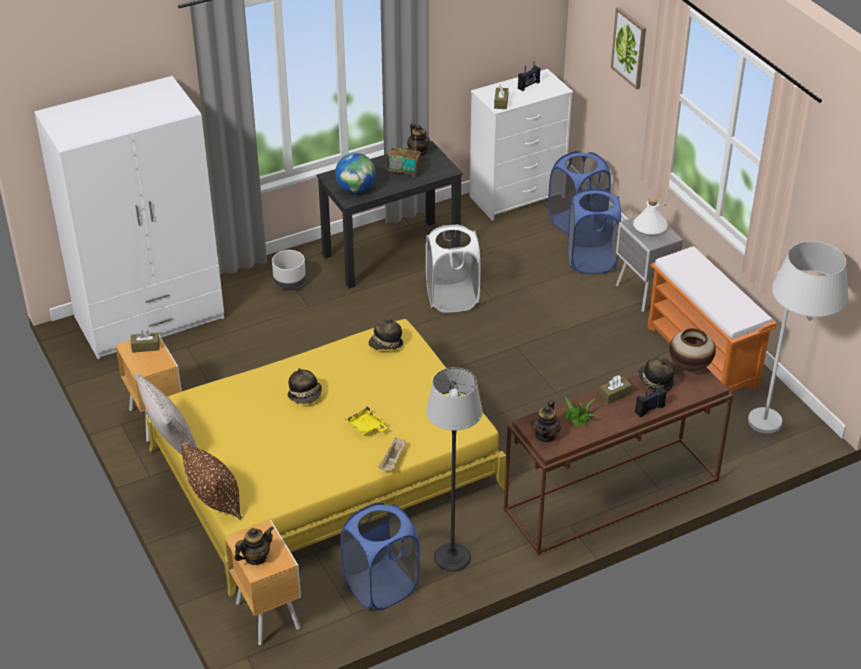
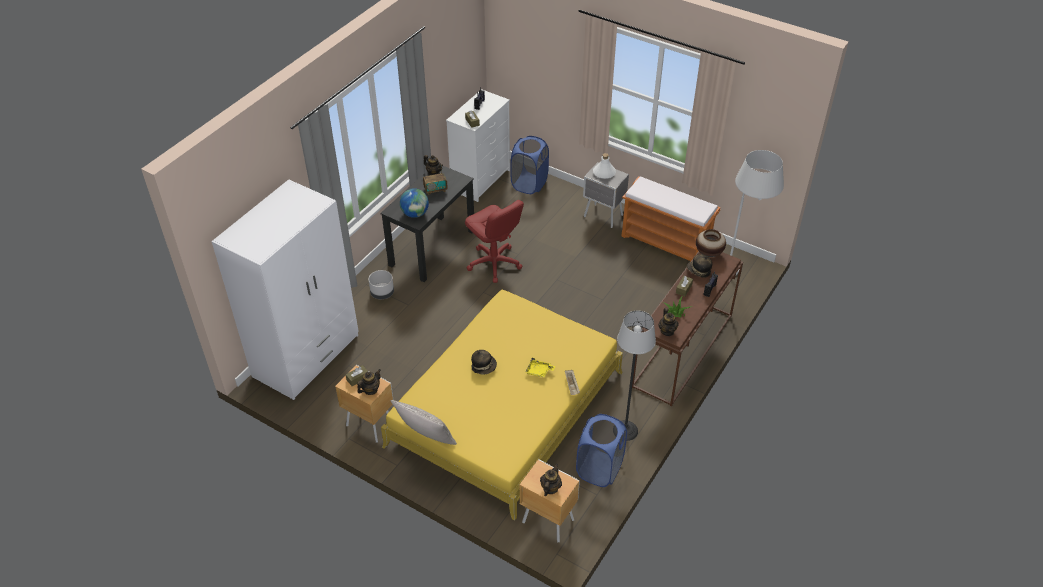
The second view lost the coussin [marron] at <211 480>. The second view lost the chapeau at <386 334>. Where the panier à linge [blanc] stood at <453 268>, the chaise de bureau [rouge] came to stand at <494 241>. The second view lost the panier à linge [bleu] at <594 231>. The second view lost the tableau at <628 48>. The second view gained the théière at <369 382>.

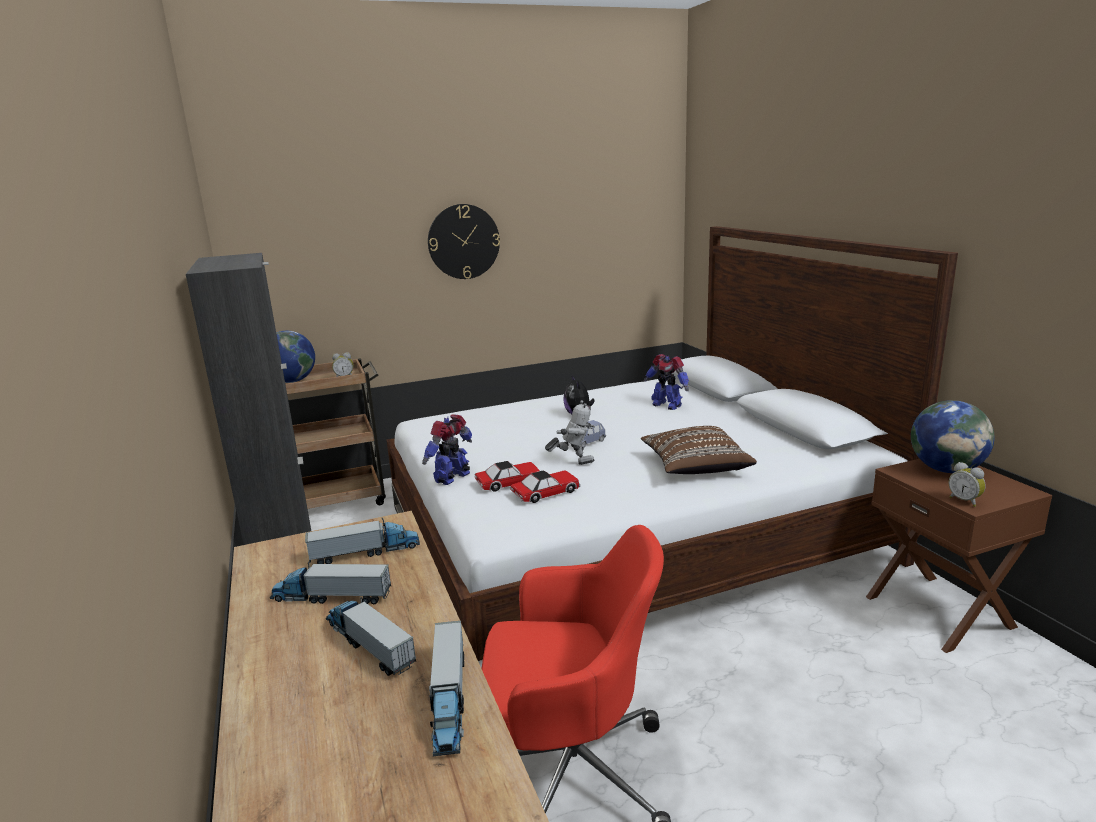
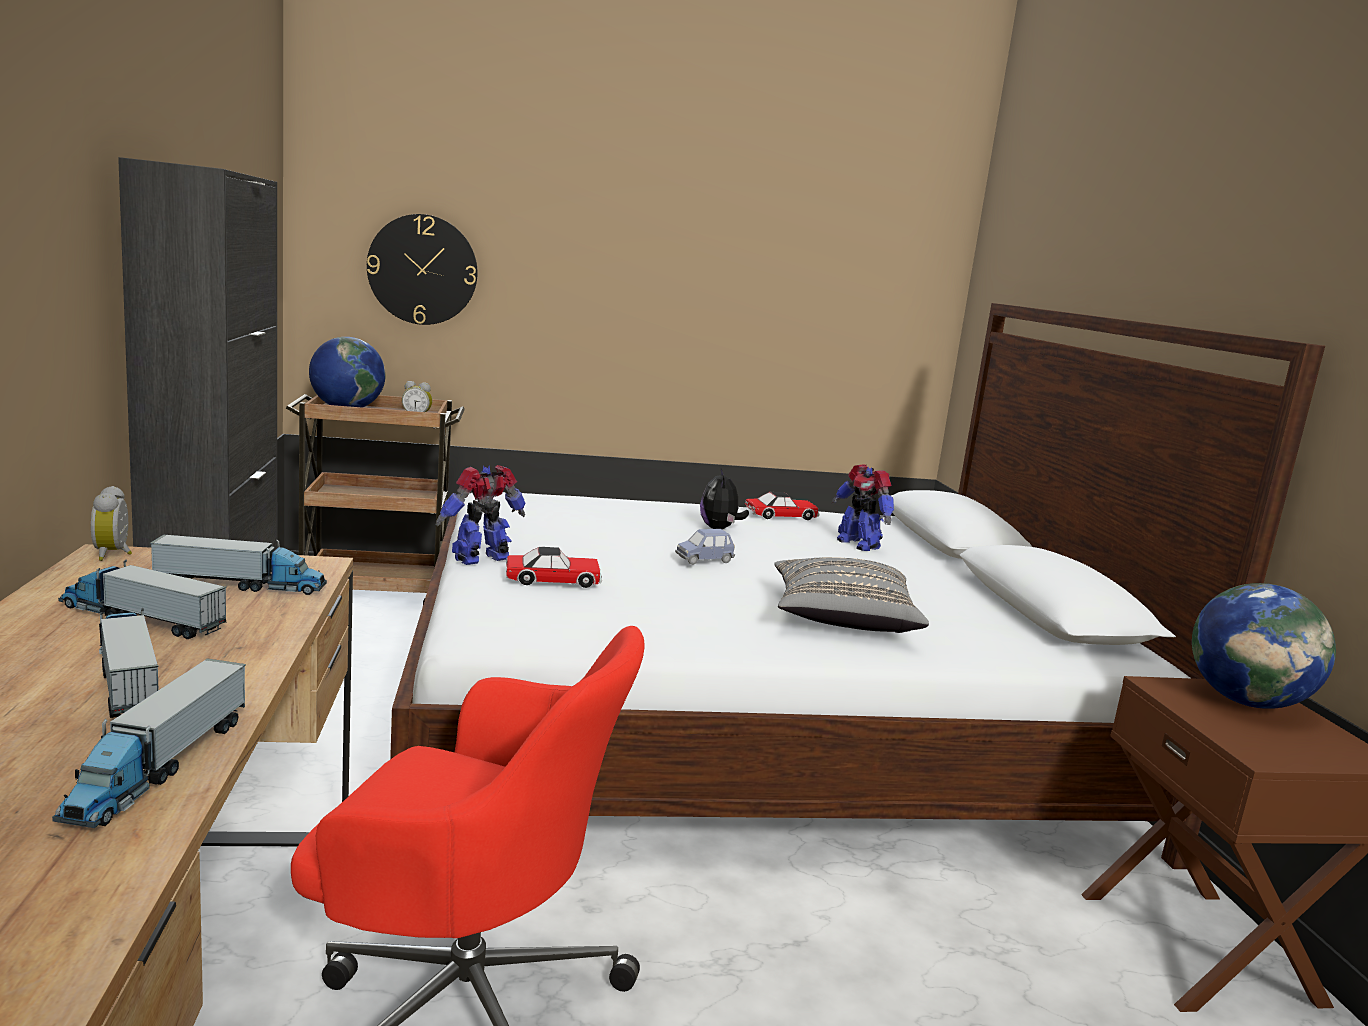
The horloge murale ended up elsewhere, having gone from <464 241> to <422 269>. The petite voiture ended up elsewhere, having gone from <545 486> to <782 506>. The second view lost the robot jouet at <570 432>. What was the coussin [marron] at <699 450> turned into the coussin [gris] at <851 595>. The réveil ended up elsewhere, having gone from <967 484> to <111 523>.

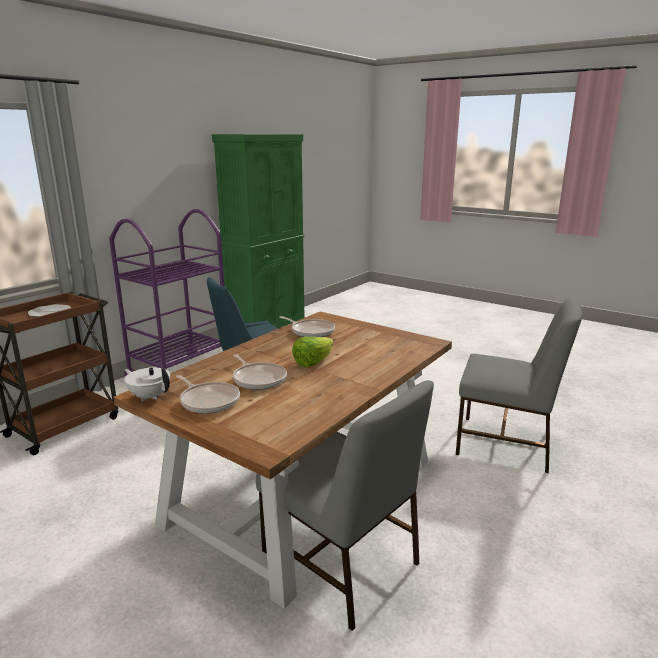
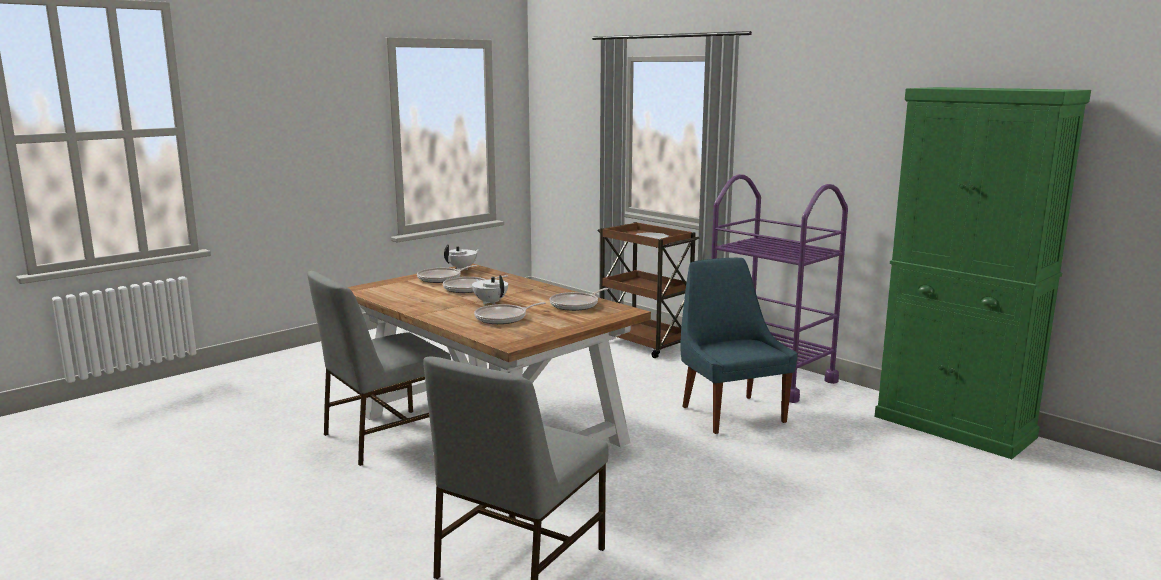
Where the laitue stood at <313 352>, the théière [blanc] came to stand at <490 289>. The second view gained the poêle at <510 313>.

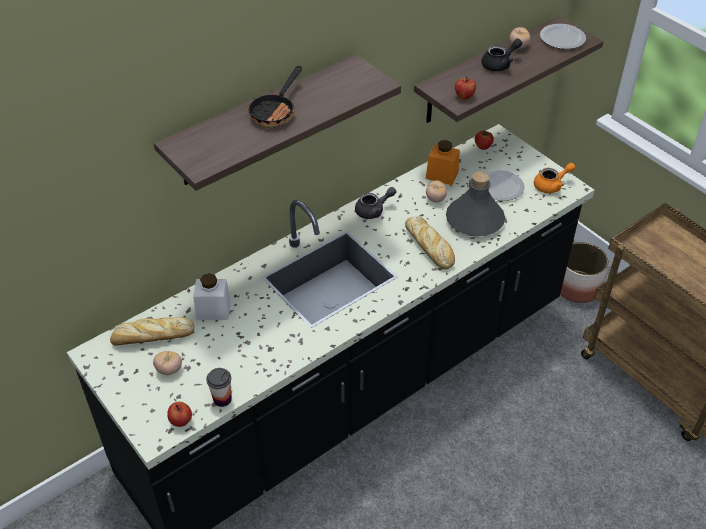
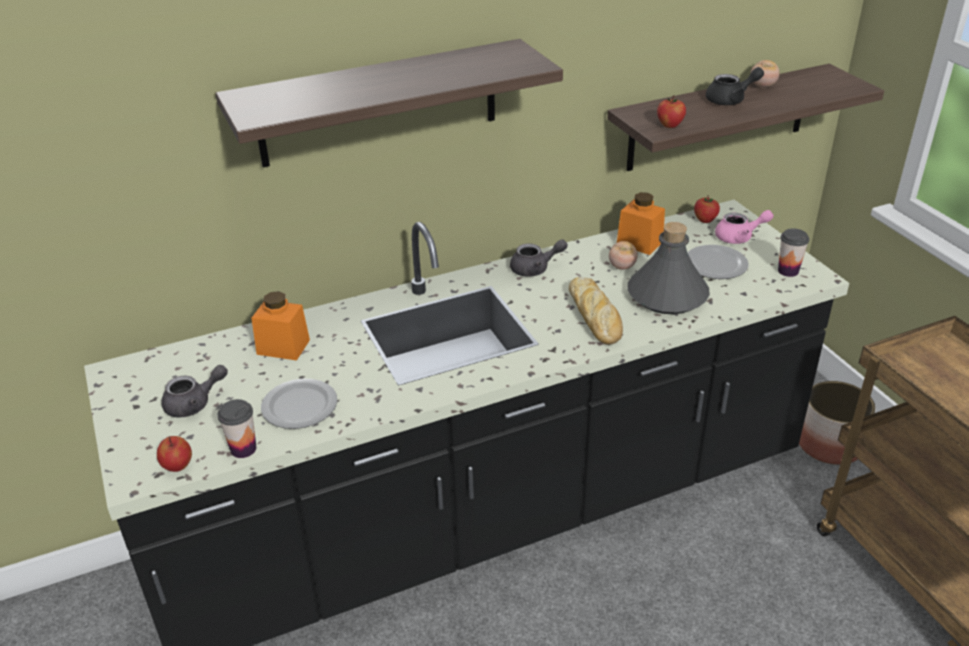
The second view lost the pain at <152 331>. Where the tomate stood at <167 363>, the théière [gris] came to stand at <194 391>. What was the bocal [blanc] at <212 296> turned into the bocal [orange] at <281 325>. The second view lost the poêle at <275 97>. Where the théière [orange] stood at <554 178>, the tasse came to stand at <793 253>. The assiette ended up elsewhere, having gone from <563 36> to <299 404>. The second view gained the théière [rose] at <744 227>.

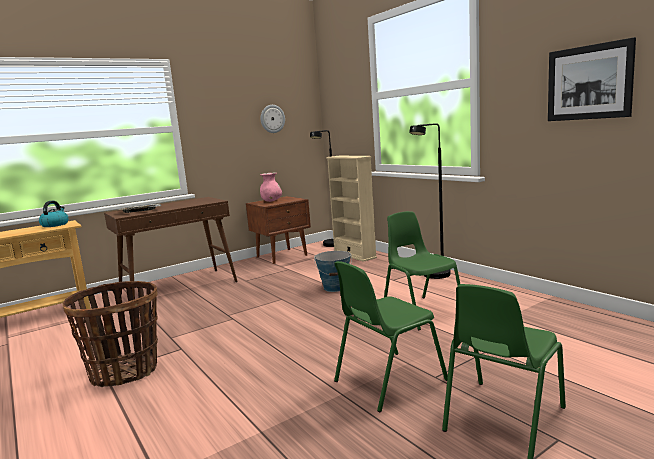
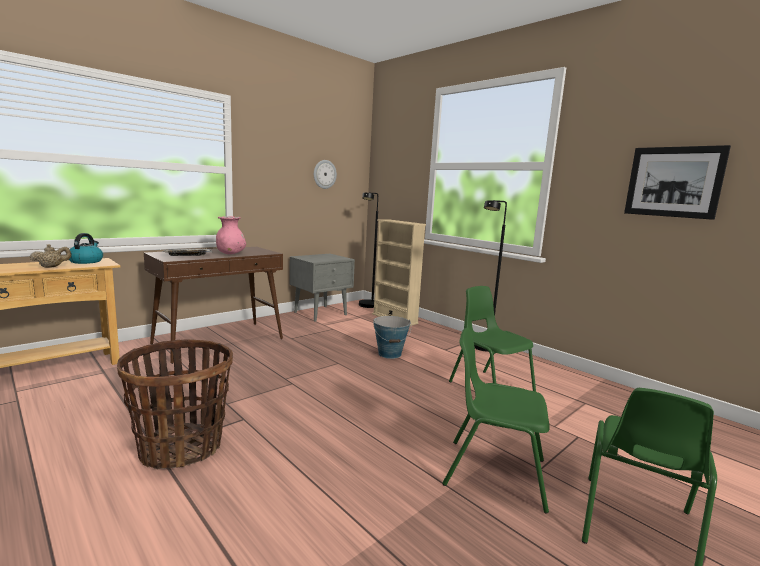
What was the table de chevet [marron] at <278 230> turned into the table de chevet [gris] at <322 287>. The vase [rose] ended up elsewhere, having gone from <271 187> to <231 235>. The chaise [vert] at <391 336> ended up facing another way, 60 degrees clockwise from before. The second view gained the théière [beige] at <50 256>.

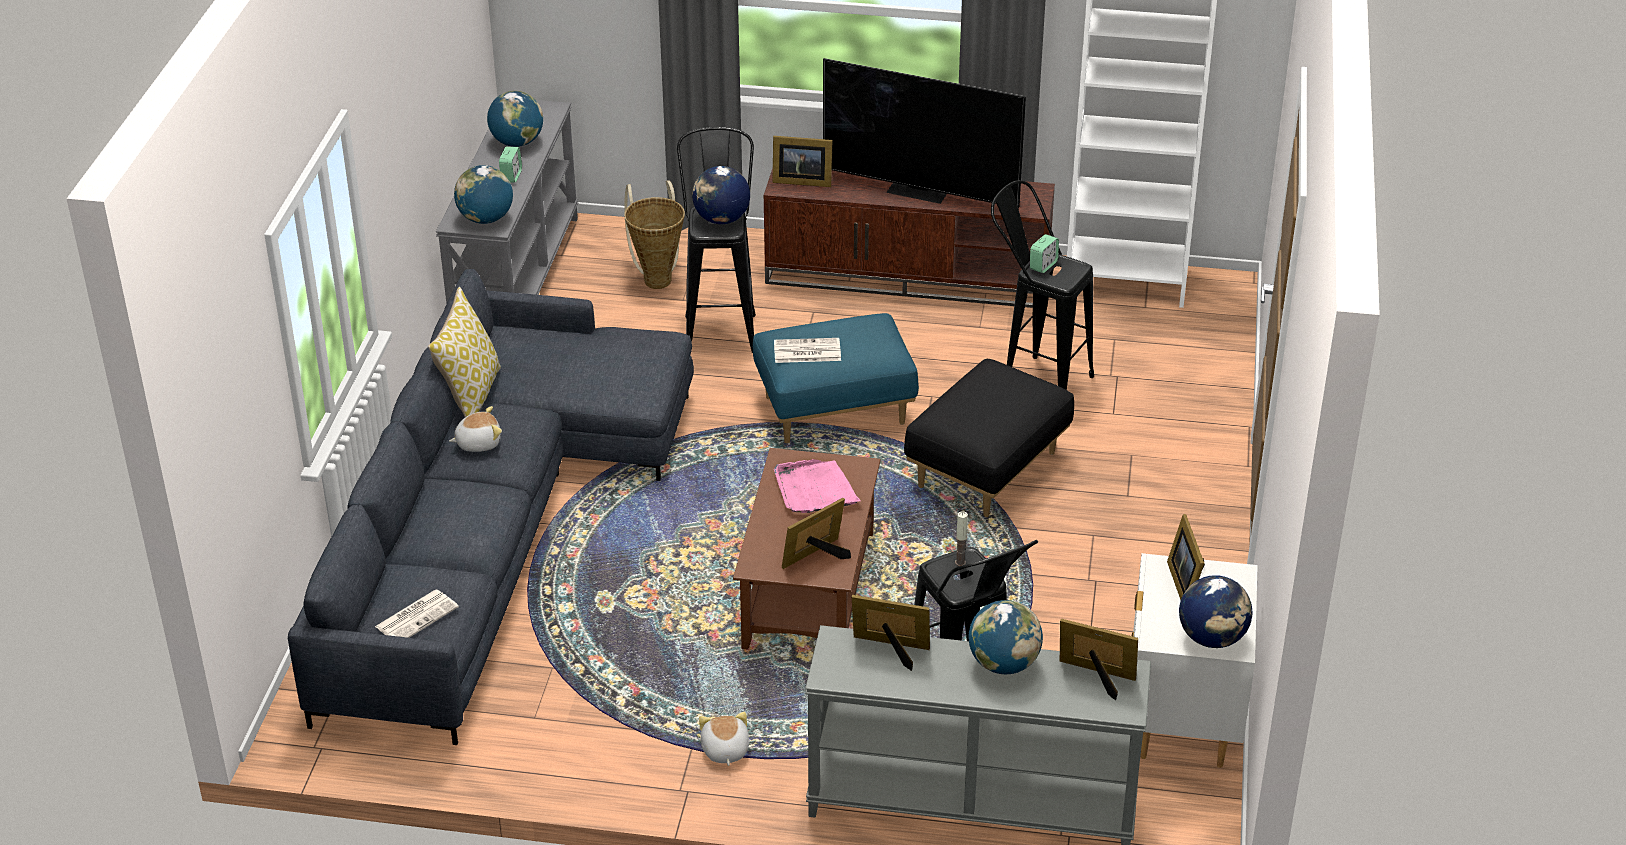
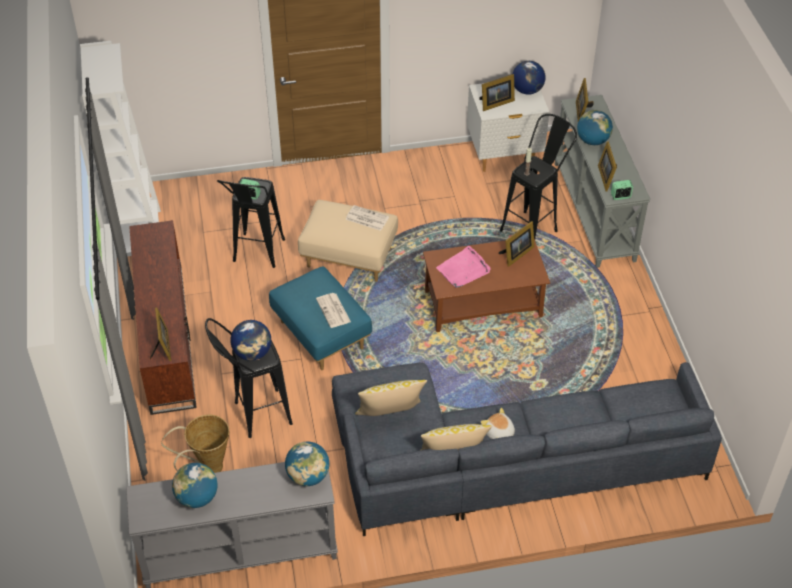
The journal ended up elsewhere, having gone from <417 614> to <367 218>. The réveil ended up elsewhere, having gone from <510 165> to <622 190>. The second view lost the peluche at <724 739>. The cadre photo at <816 533> ended up facing another way, 75 degrees counterclockwise from before. The second view lost the téléviseur at <924 133>. What was the pouf [noir] at <989 438> turned into the pouf [beige] at <348 241>. The second view gained the coussin at <391 398>.

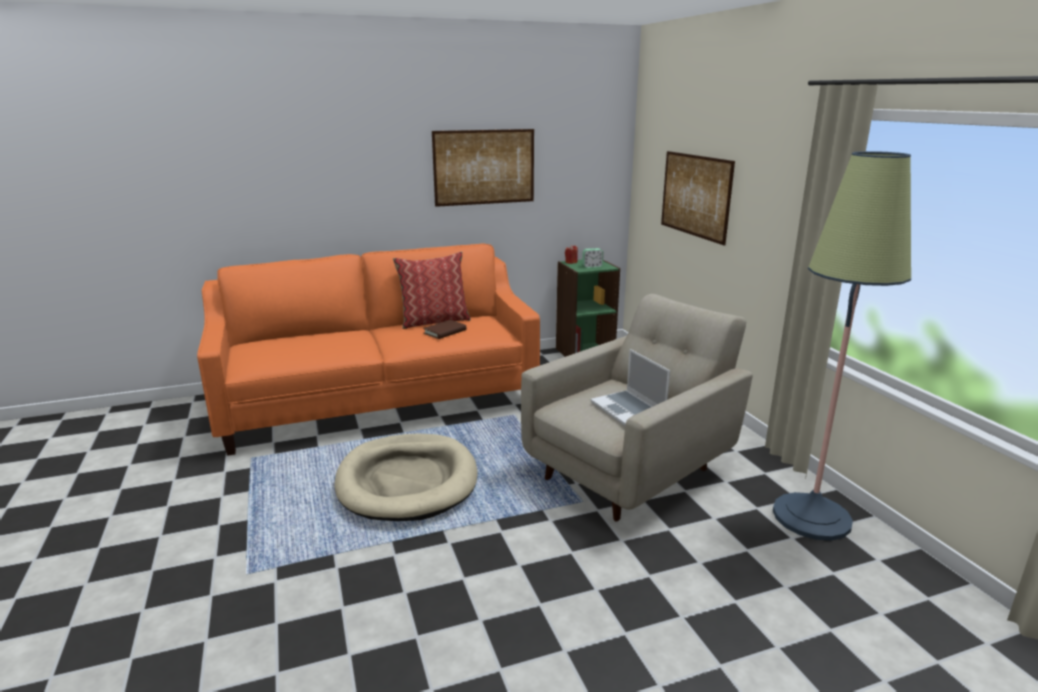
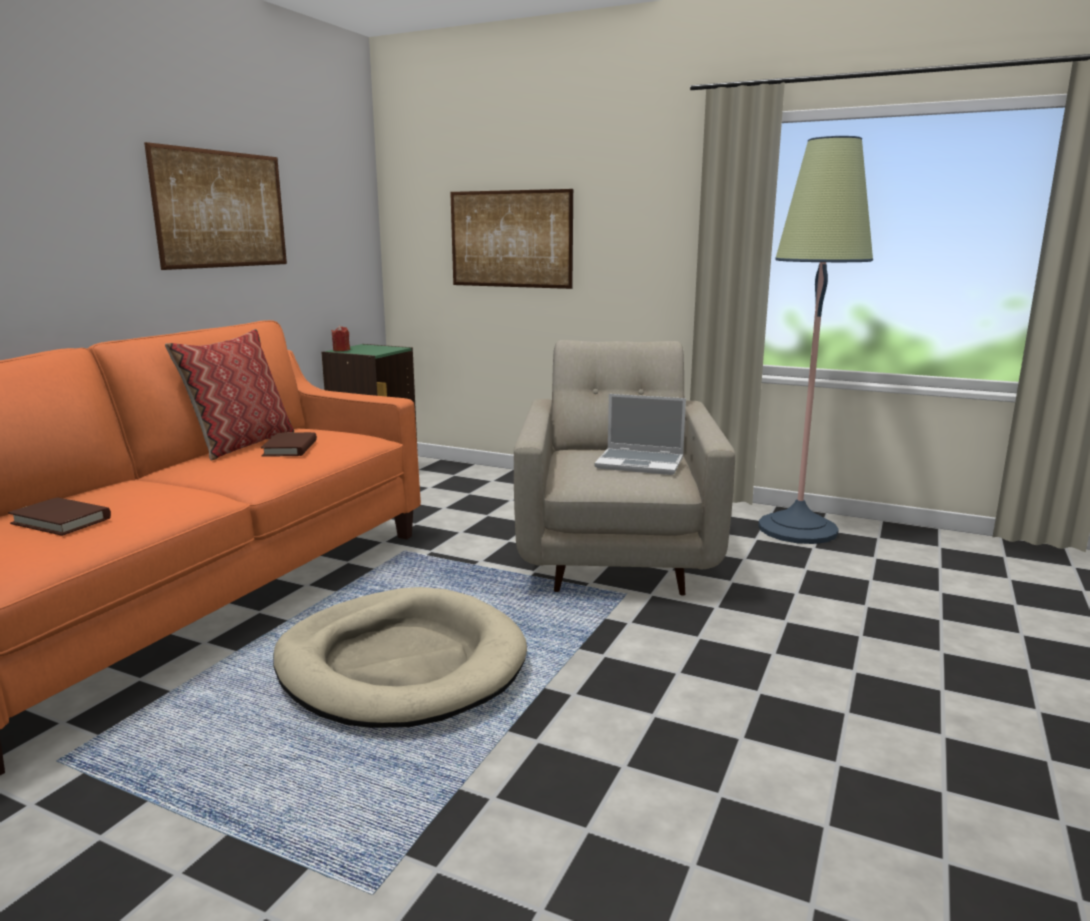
The second view lost the réveil at <592 258>. The second view gained the livre [marron] at <59 516>.

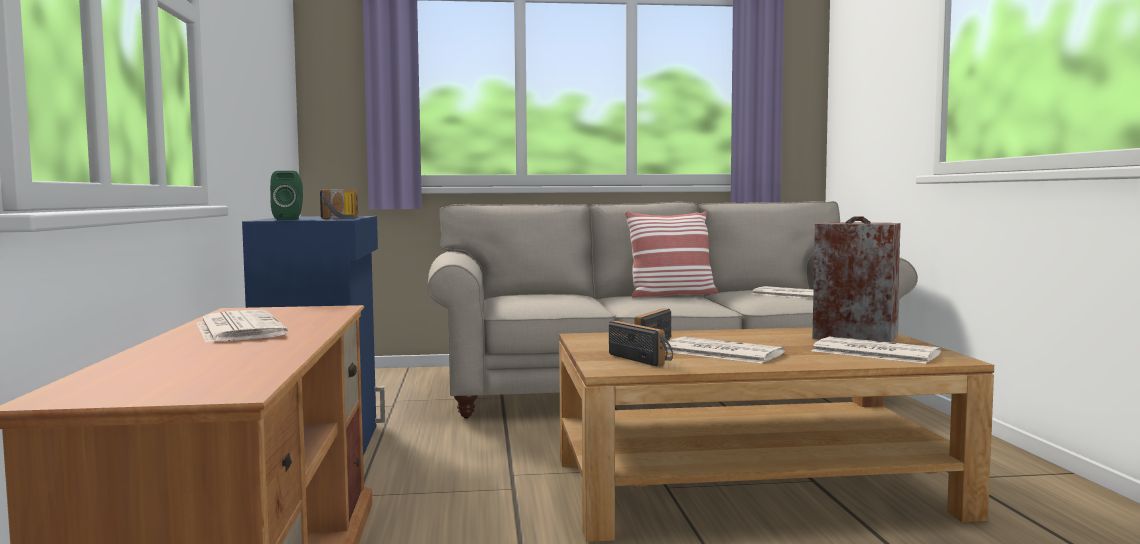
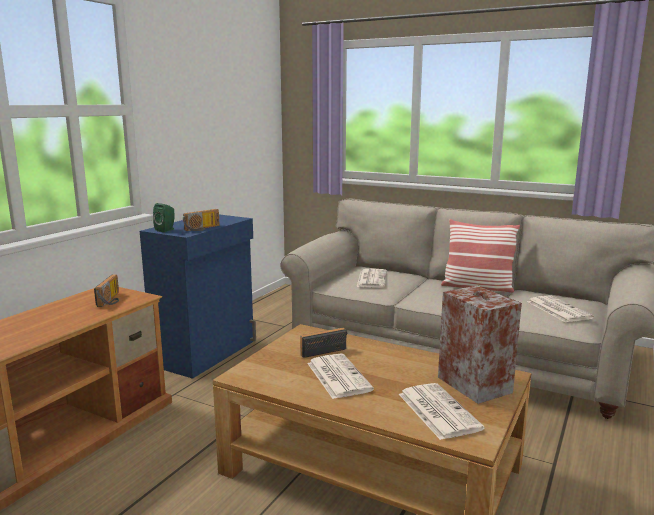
The journal ended up elsewhere, having gone from <242 326> to <372 278>. The radio ended up elsewhere, having gone from <641 343> to <106 290>.

